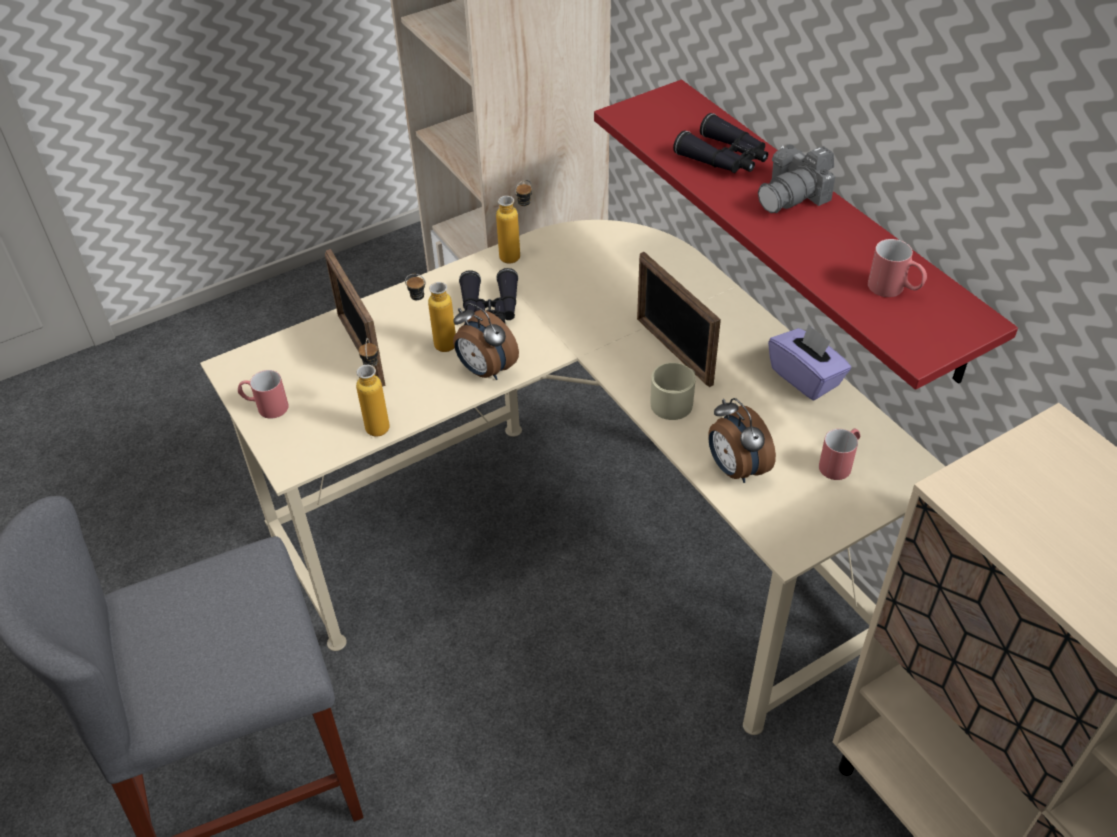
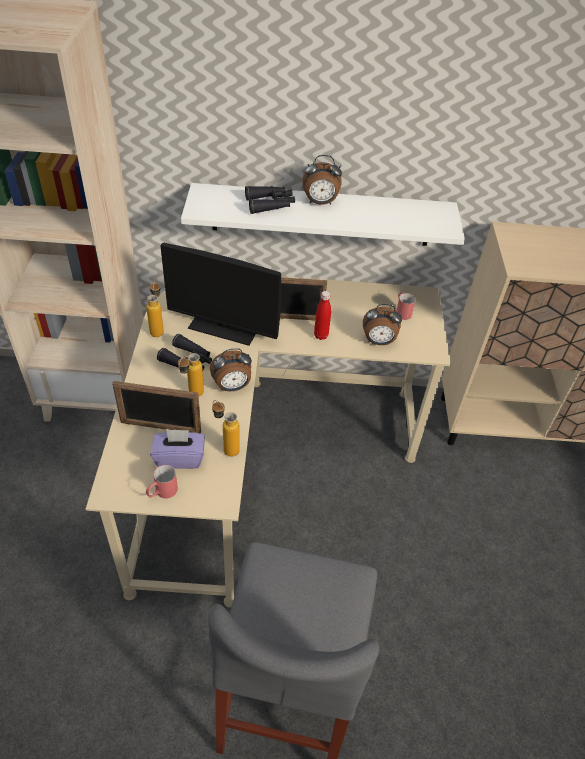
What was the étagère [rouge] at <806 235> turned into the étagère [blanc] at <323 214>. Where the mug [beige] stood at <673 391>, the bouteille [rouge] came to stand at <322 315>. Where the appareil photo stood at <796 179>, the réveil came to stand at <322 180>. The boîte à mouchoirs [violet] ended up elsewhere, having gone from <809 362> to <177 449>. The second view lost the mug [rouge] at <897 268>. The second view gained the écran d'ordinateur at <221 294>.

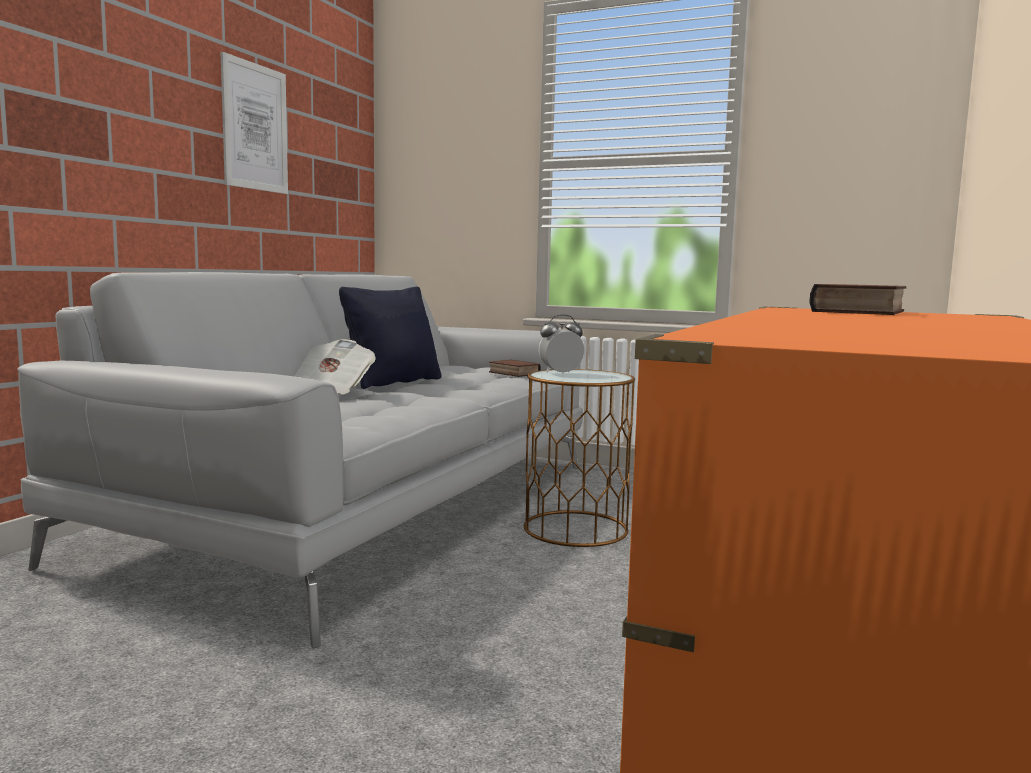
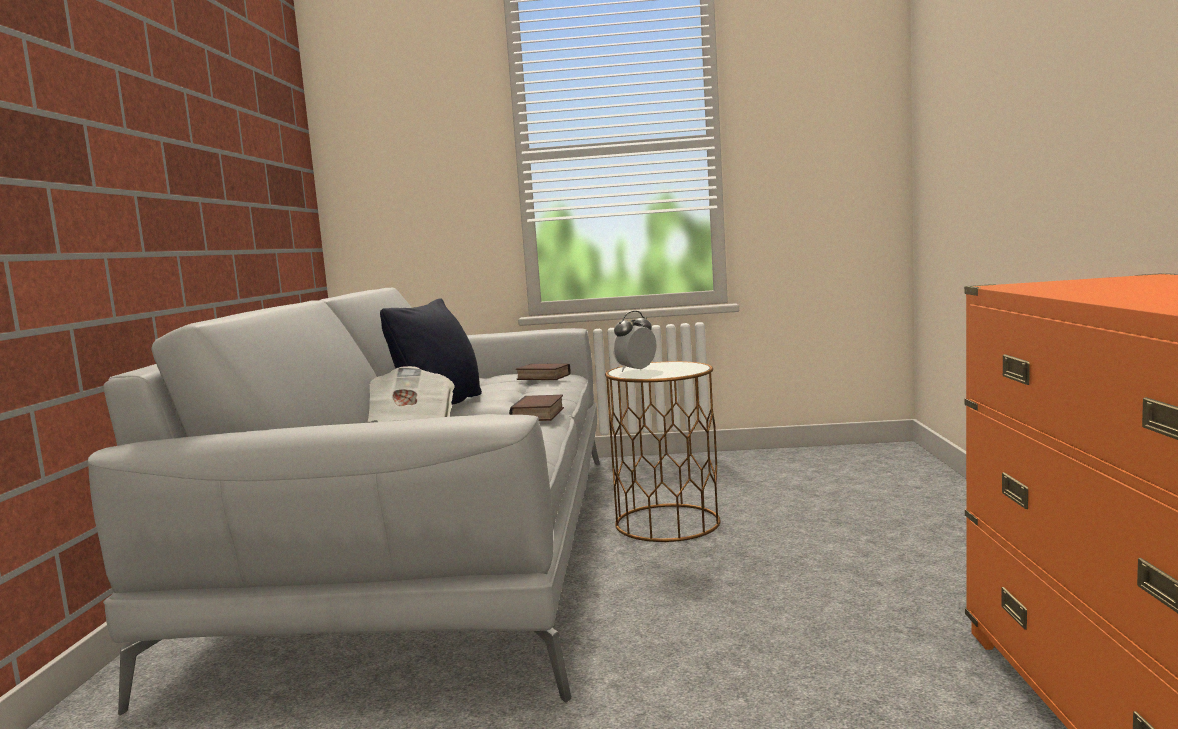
The second view lost the tableau at <254 123>. The livre ended up elsewhere, having gone from <857 299> to <536 408>.

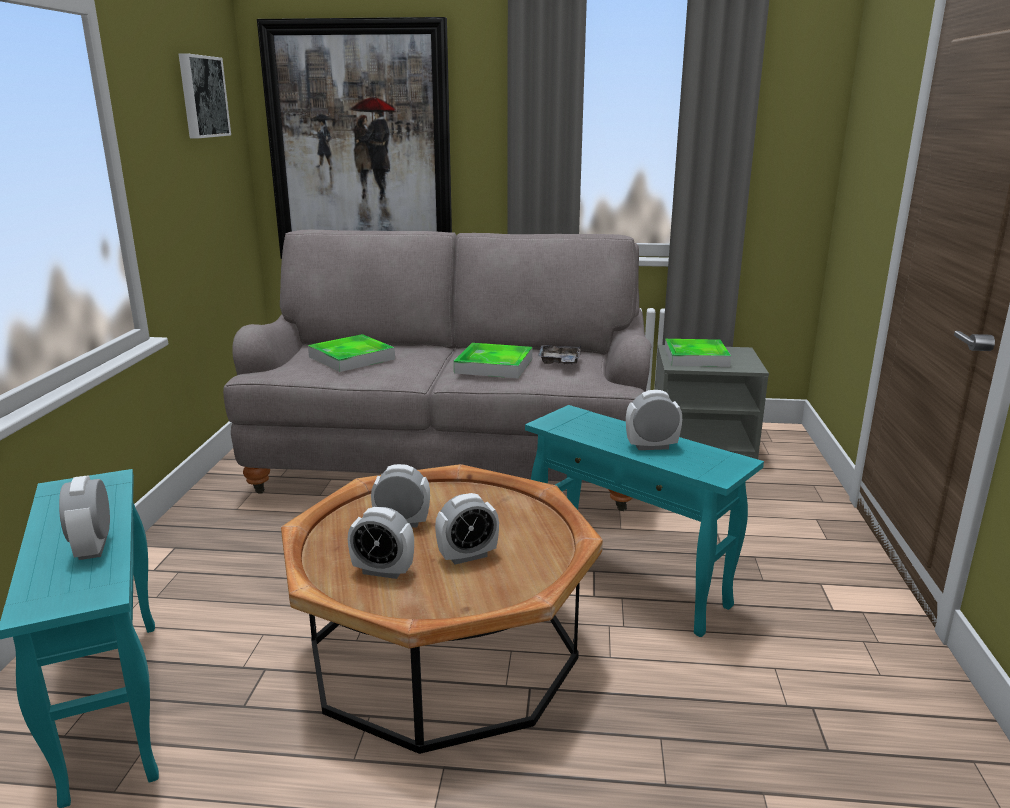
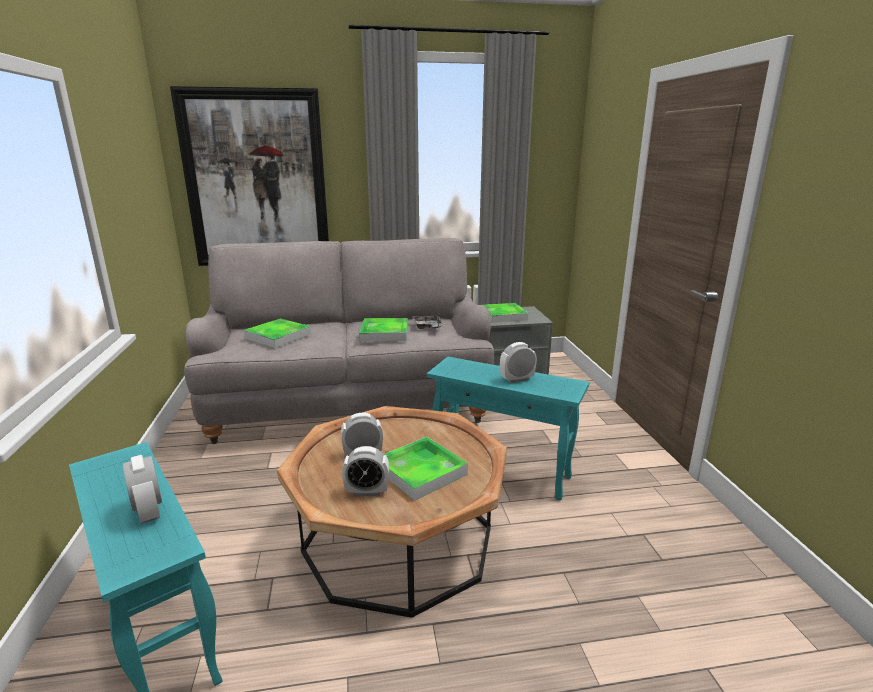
The second view lost the tableau at <205 95>. Where the réveil stood at <467 529>, the plateau came to stand at <426 469>.

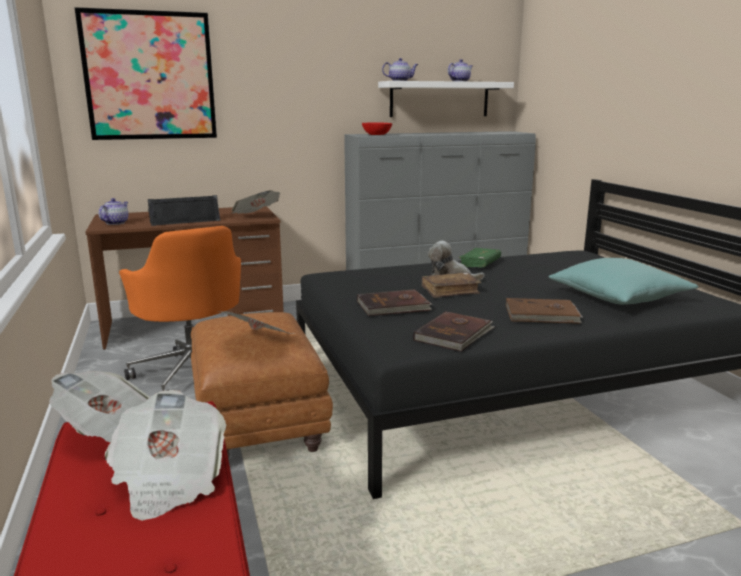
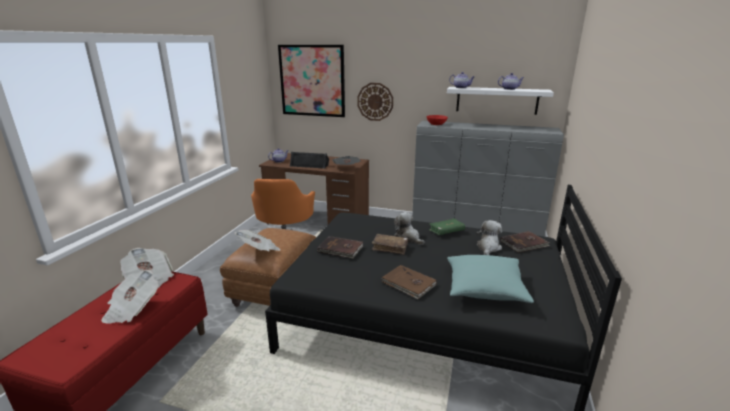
The livre [marron] ended up elsewhere, having gone from <454 331> to <525 242>. The second view gained the horloge murale at <375 102>. The second view gained the peluche at <489 237>.

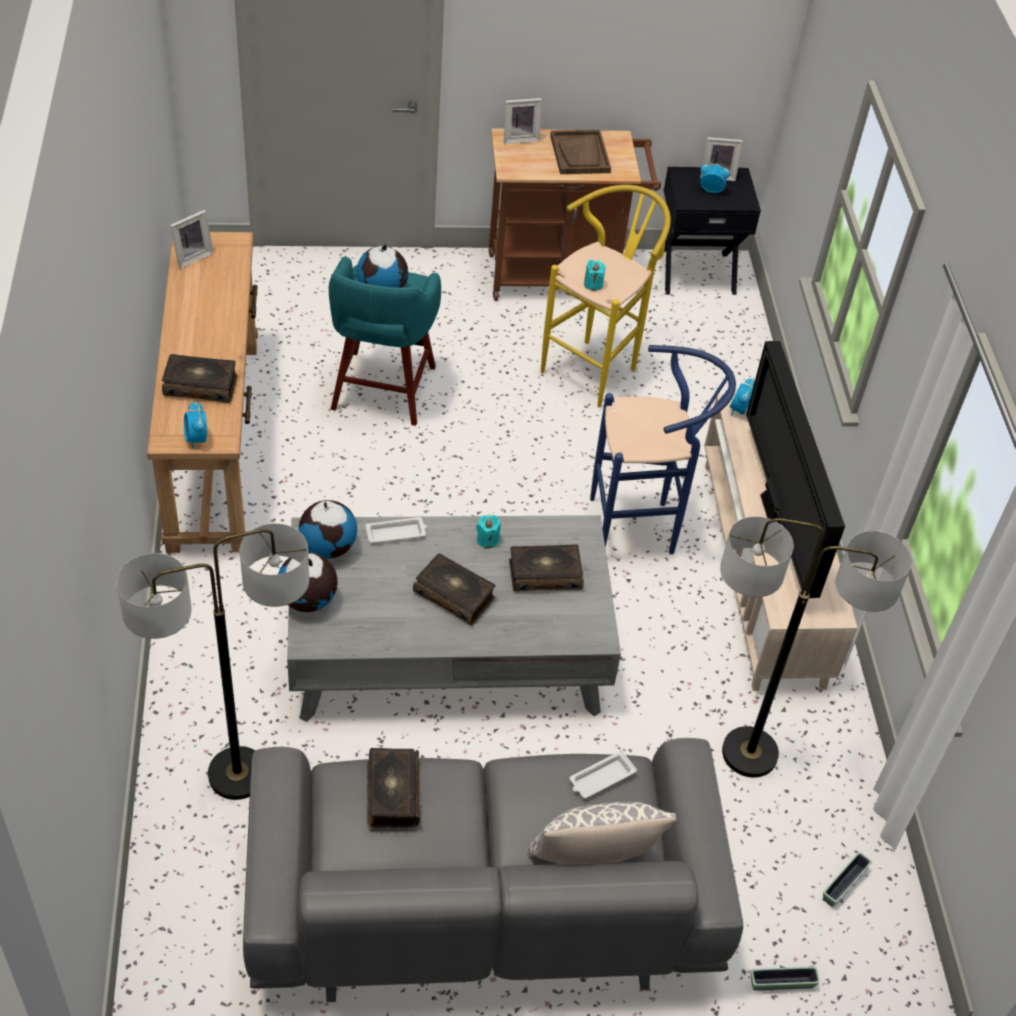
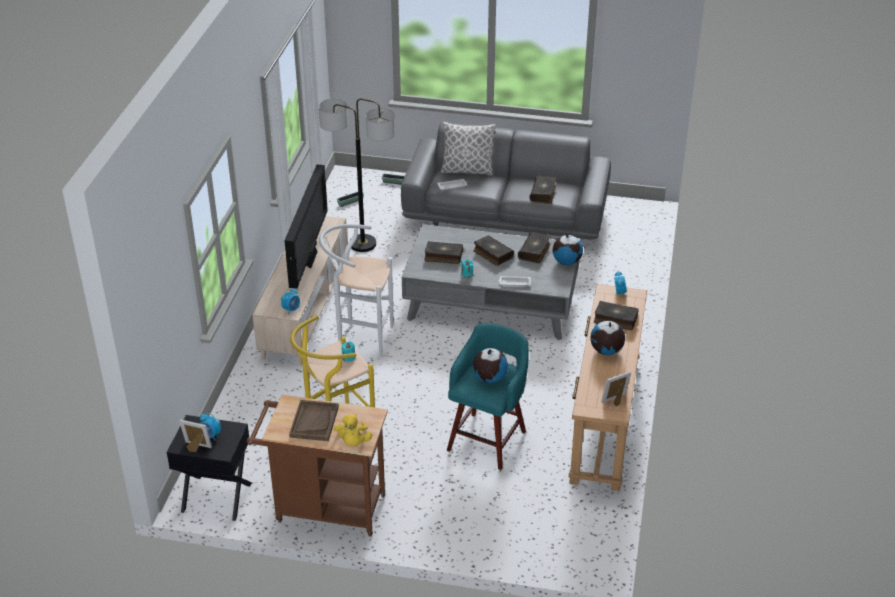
The second view lost the lampadaire at <213 661>. The globe ended up elsewhere, having gone from <327 529> to <608 338>. Where the cadre photo stood at <523 121>, the peluche [jaune] came to stand at <353 430>. What was the tabouret [bleu] at <663 449> turned into the tabouret [blanc] at <356 290>. The second view gained the livre at <534 247>.

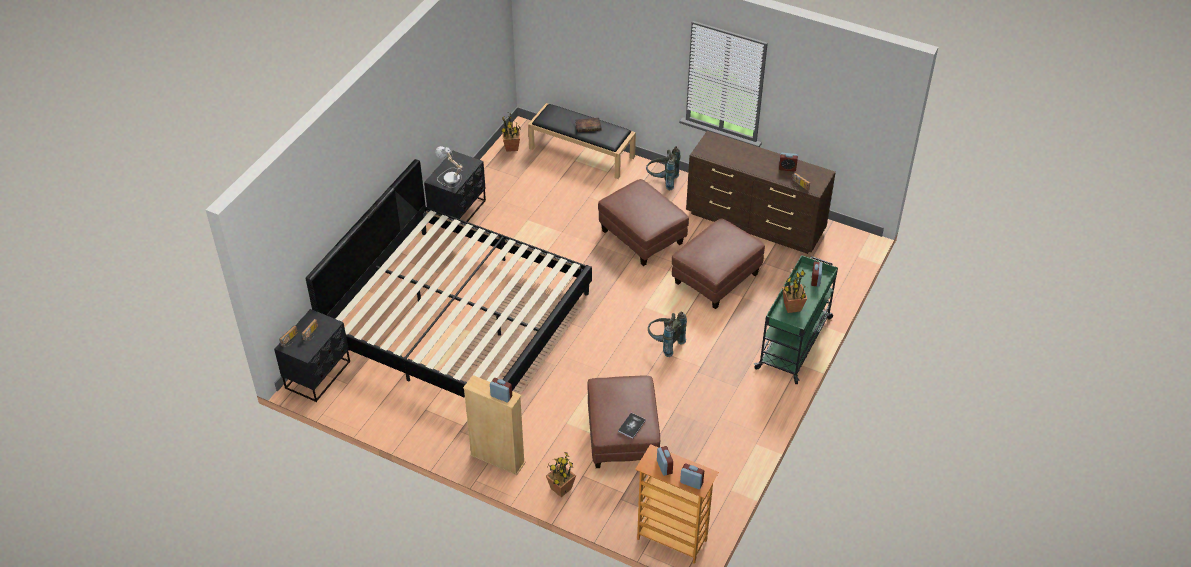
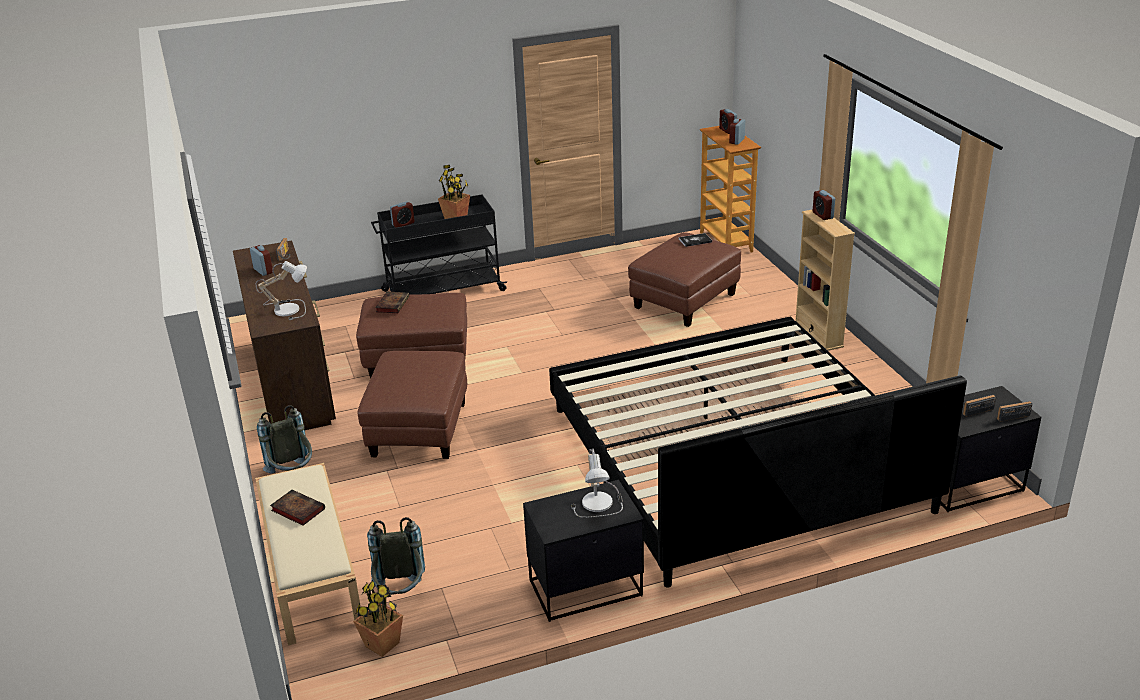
What was the banc [noir] at <582 141> turned into the banc [beige] at <308 554>. The second view lost the plante en pot at <561 474>. The sac à dos [gris] ended up elsewhere, having gone from <667 334> to <396 556>. What was the chariot [vert] at <796 319> turned into the chariot [noir] at <439 245>. The second view gained the lampe de table at <281 290>. The second view gained the livre at <392 302>.

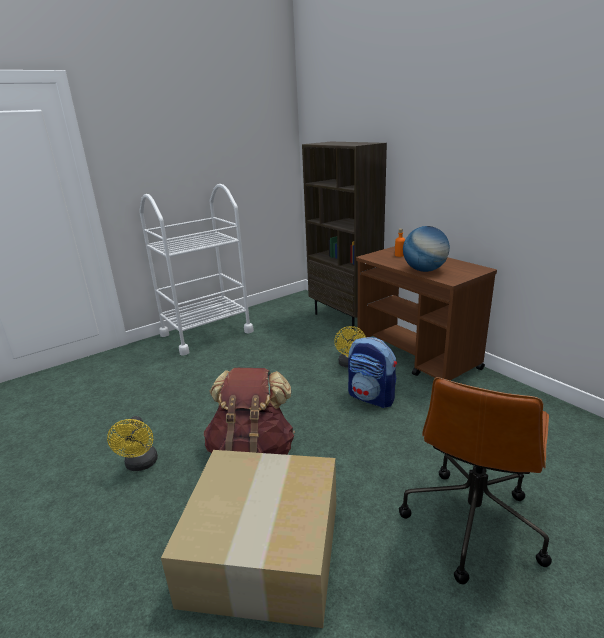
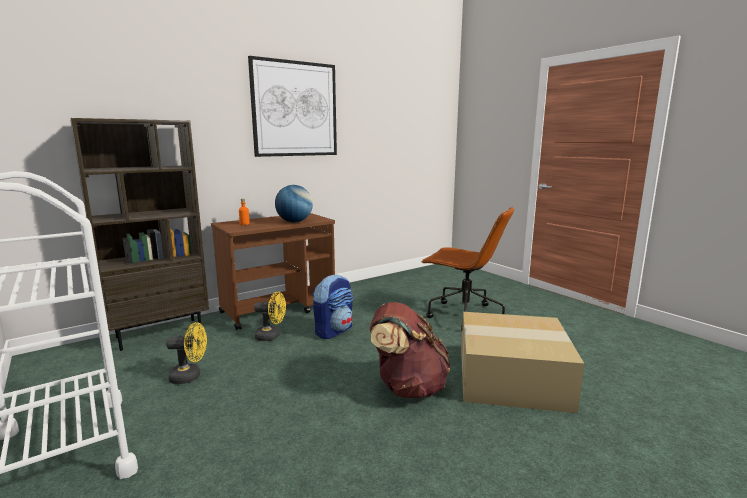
The ventilateur [jaune] ended up elsewhere, having gone from <132 443> to <186 353>. The second view gained the tableau at <292 106>.

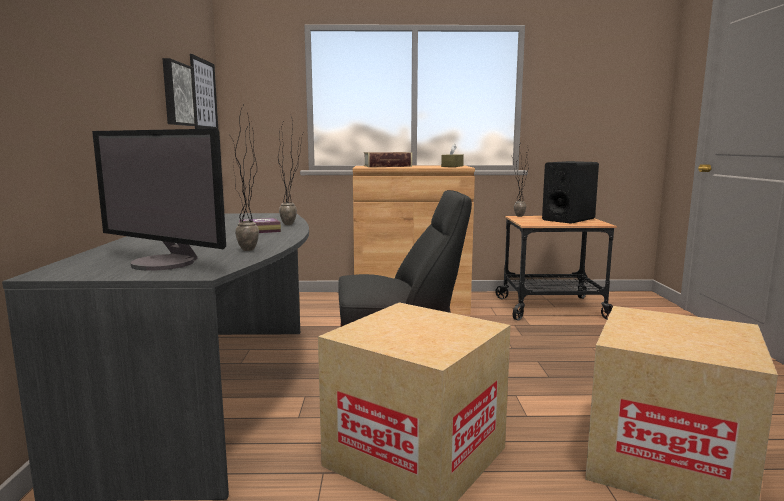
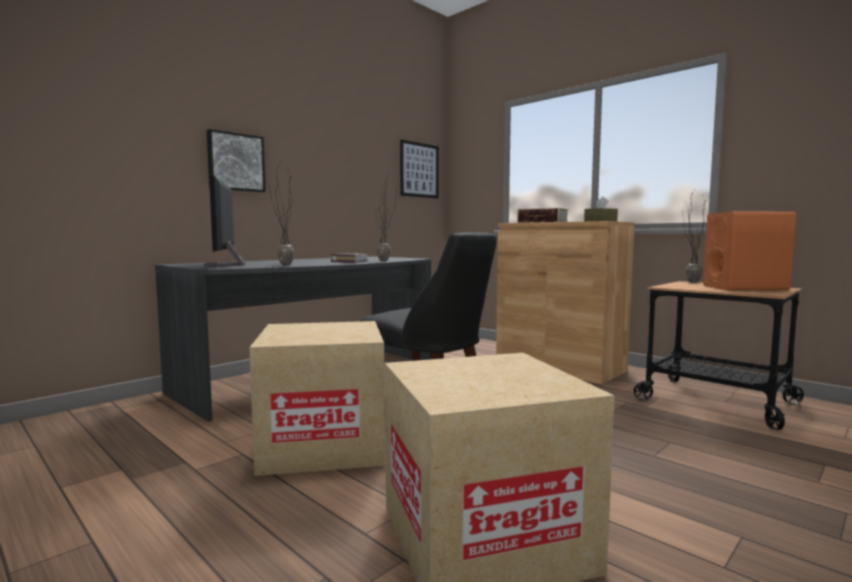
The tableau ended up elsewhere, having gone from <179 92> to <236 160>. What was the enceinte [noir] at <570 192> turned into the enceinte [orange] at <749 250>.

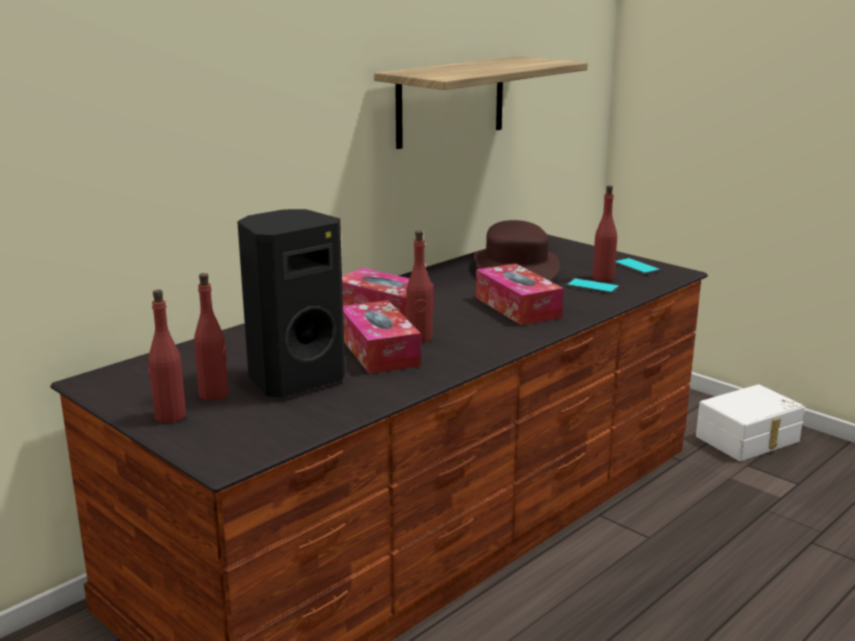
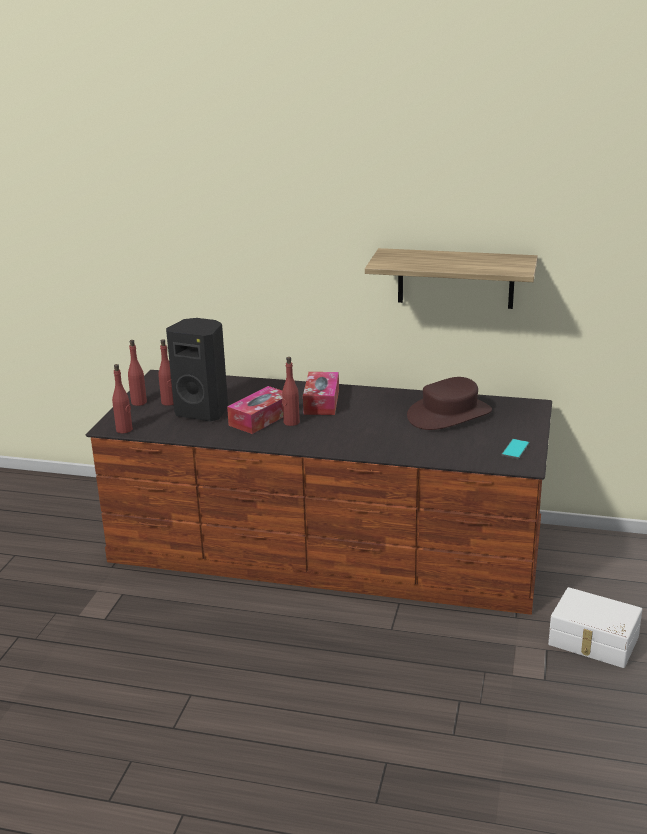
The second view lost the boîte à mouchoirs at <520 294>. The second view lost the téléphone at <592 286>. The bouteille [rouge] ended up elsewhere, having gone from <604 233> to <122 398>.

